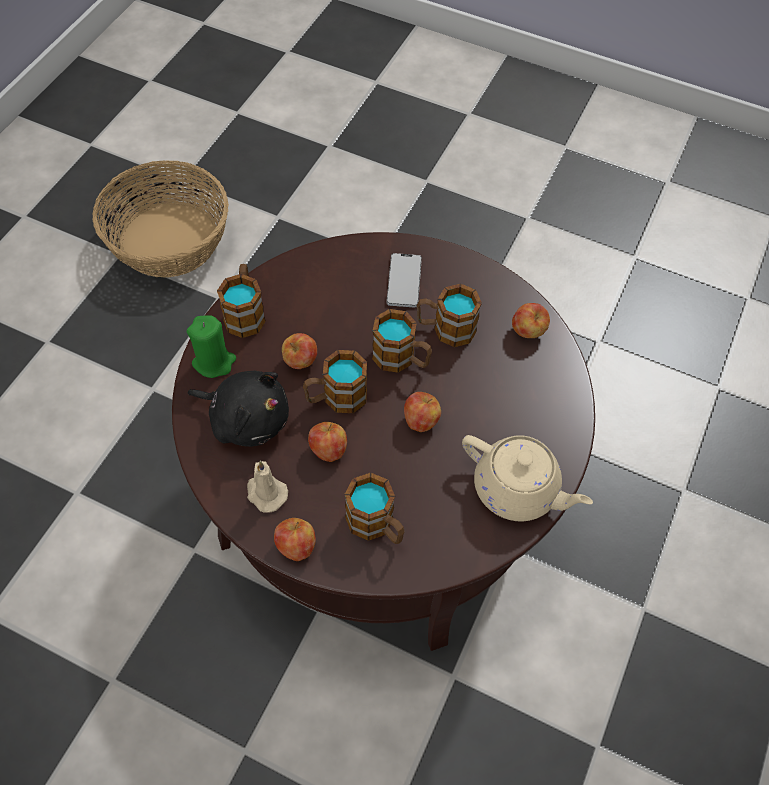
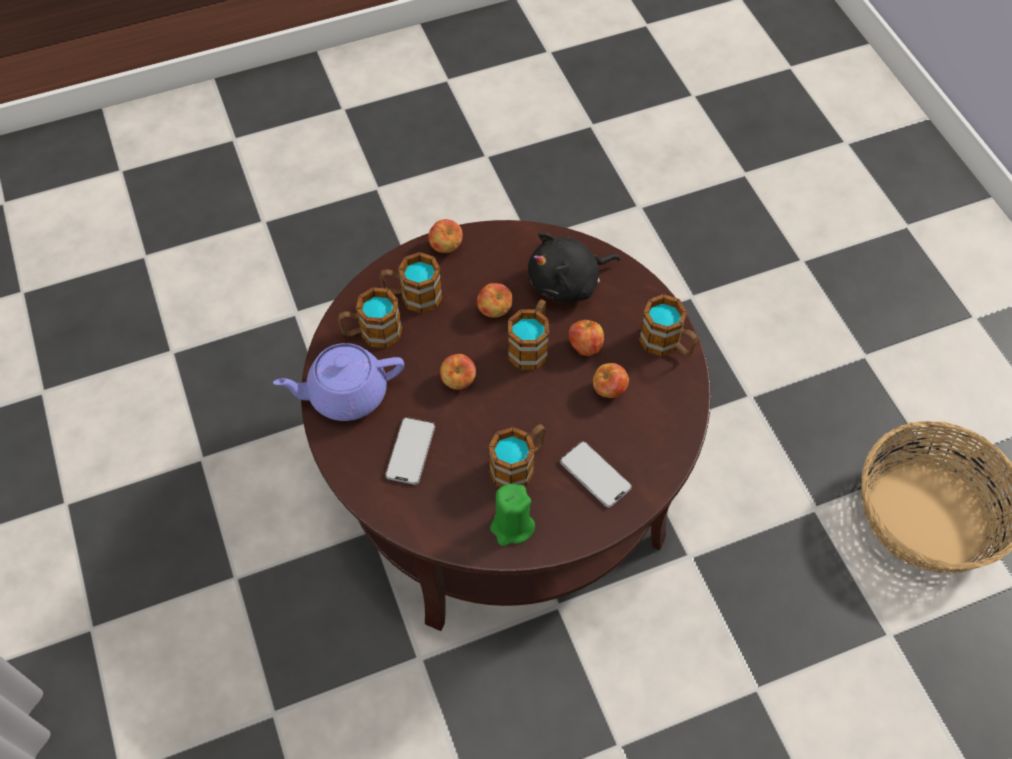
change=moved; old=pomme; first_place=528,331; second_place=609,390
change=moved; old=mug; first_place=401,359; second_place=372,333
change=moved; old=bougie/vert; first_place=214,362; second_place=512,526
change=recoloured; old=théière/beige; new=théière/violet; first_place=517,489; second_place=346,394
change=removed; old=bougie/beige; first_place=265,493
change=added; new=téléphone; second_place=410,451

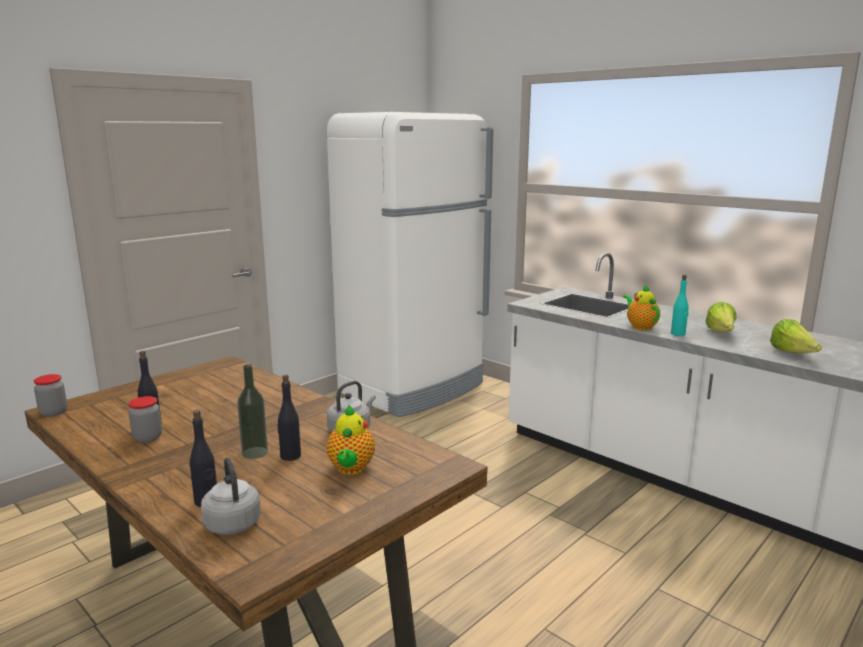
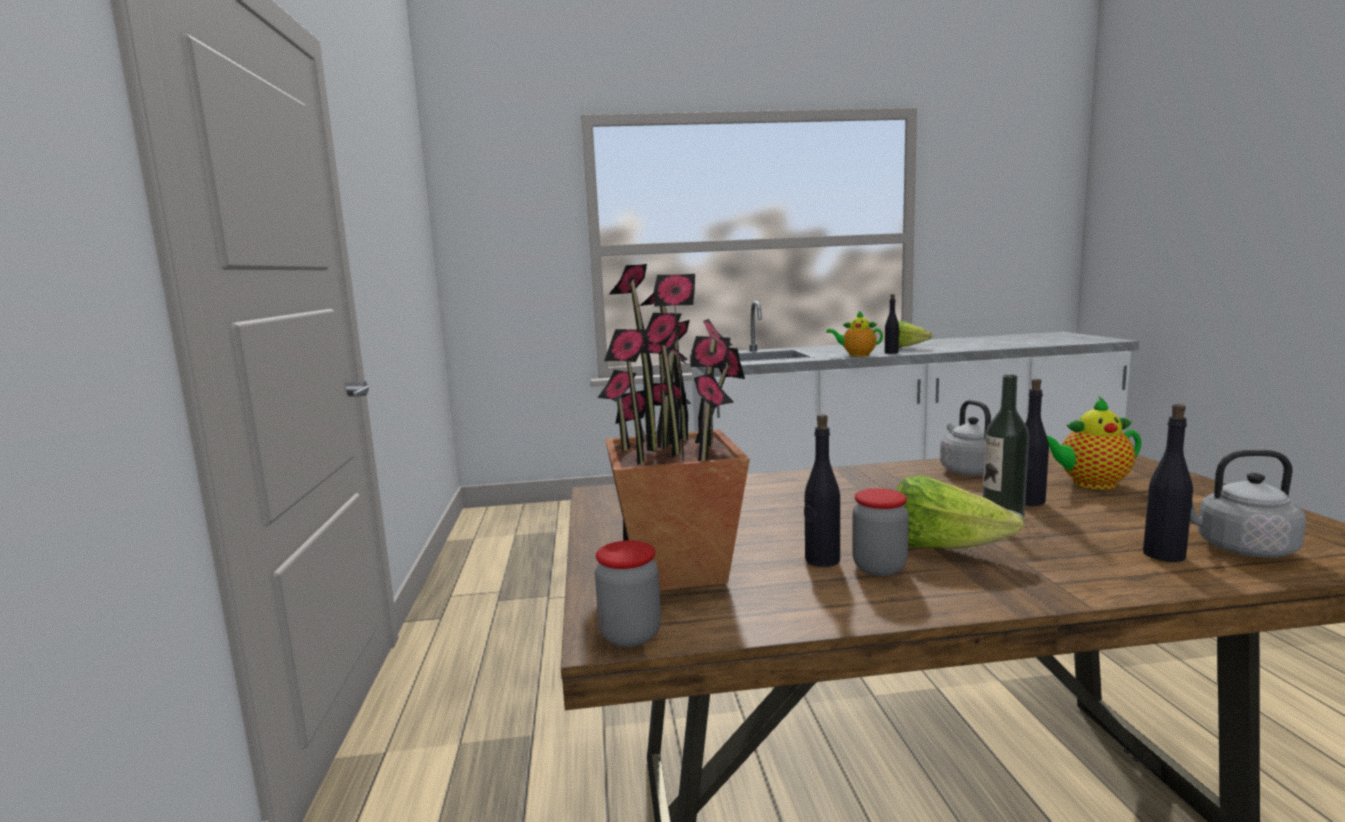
change=removed; old=réfrigérateur/blanc; first_place=413,388
change=recoloured; old=bouteille/turquoise; new=bouteille/noir; first_place=678,334; second_place=891,353
change=moved; old=laitue; first_place=792,354; second_place=943,548
change=turned; old=théière; first_place=351,469; second_place=1089,484; degrees=135
change=added; new=plante en pot; second_place=679,569

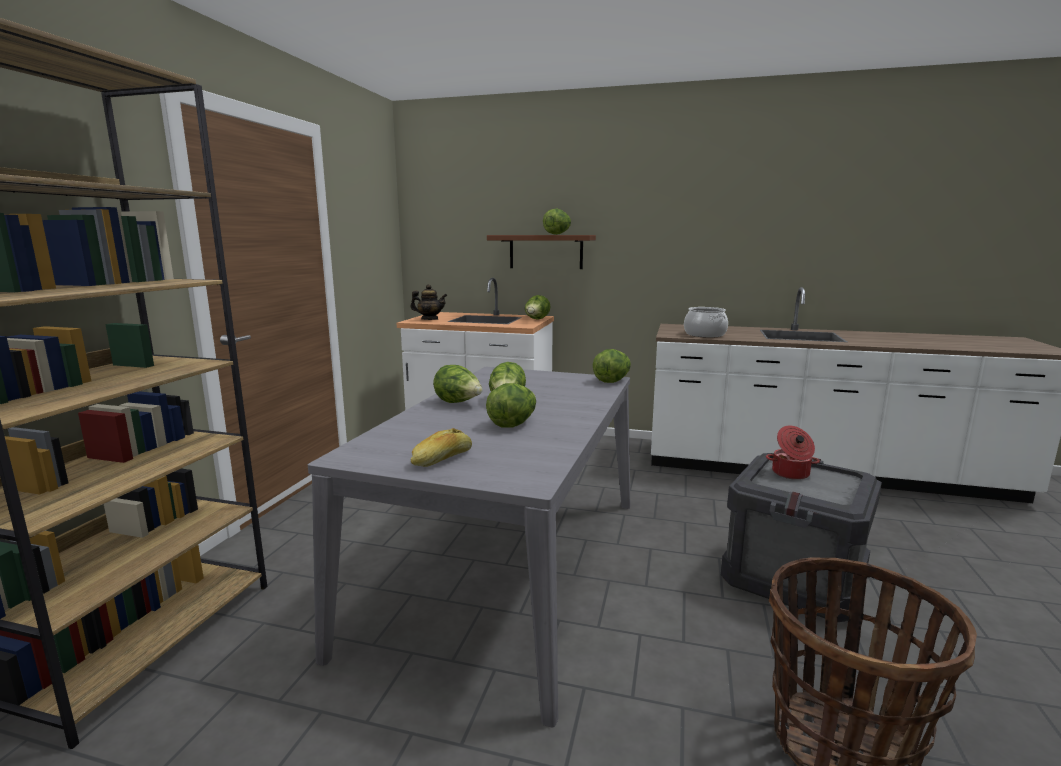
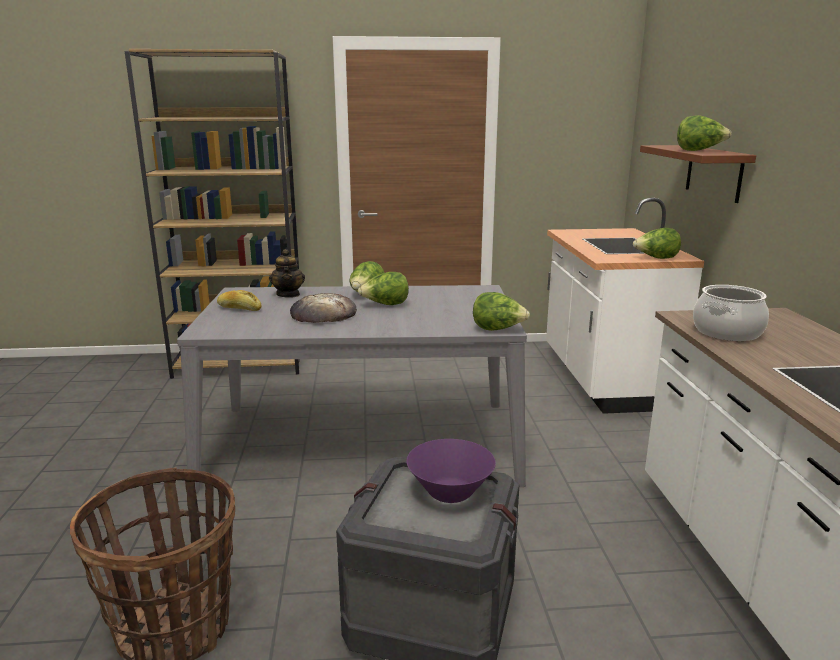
change=moved; old=théière; first_place=429,319; second_place=288,294
change=replaced; old=laitue; new=pain; first_place=513,423; second_place=323,314
change=replaced; old=marmite; new=bol/violet; first_place=790,474; second_place=450,492

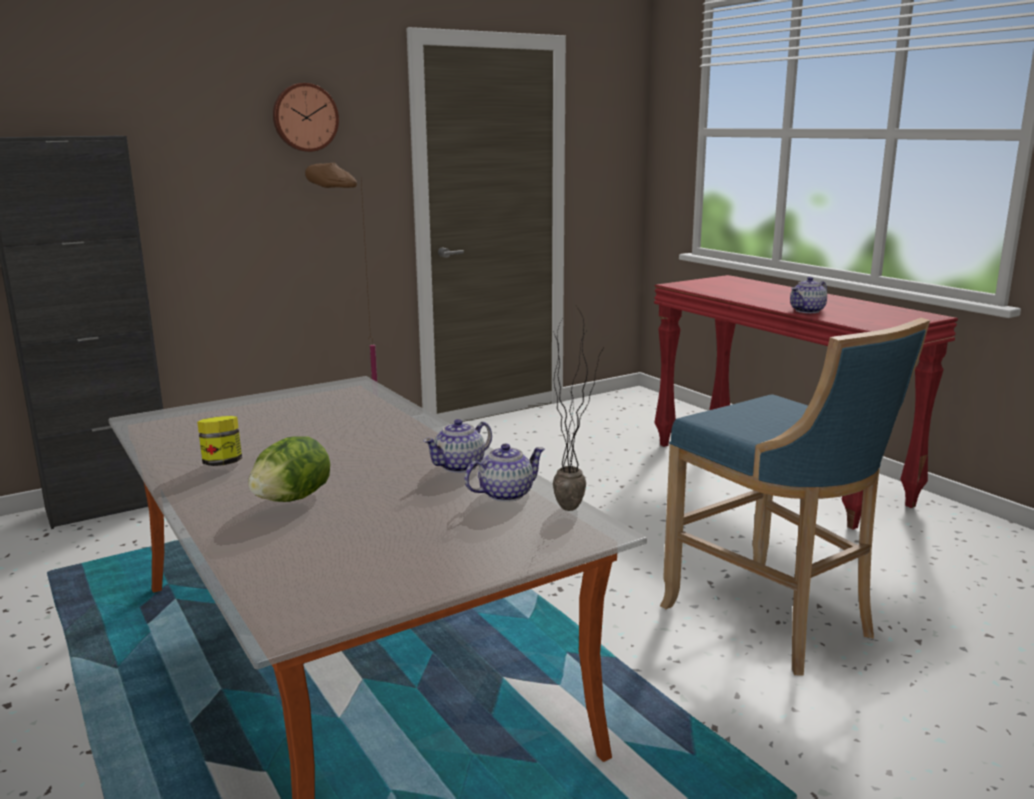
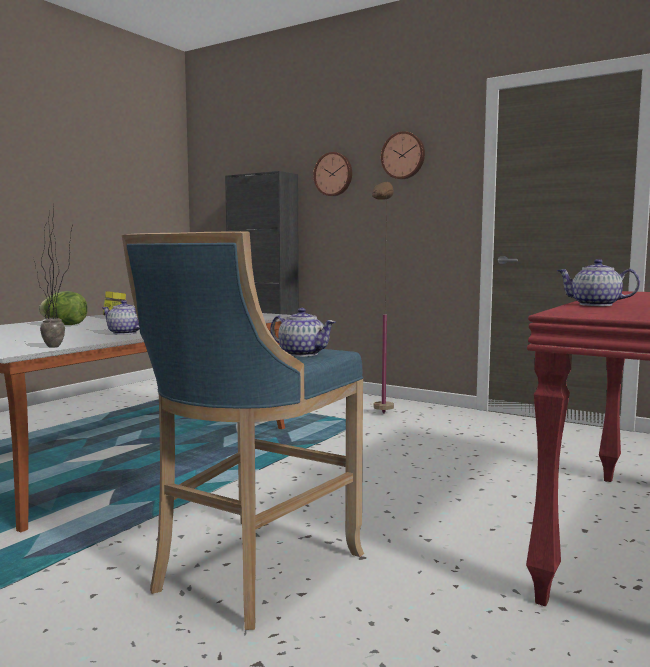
change=moved; old=théière; first_place=505,494; second_place=302,354
change=added; new=horloge murale; second_place=334,174

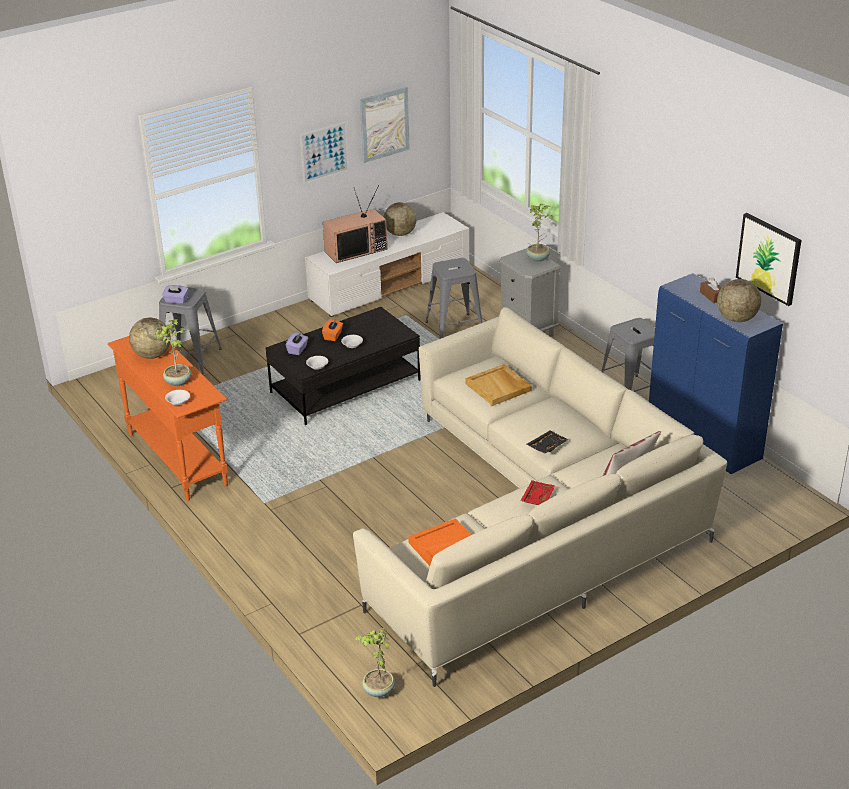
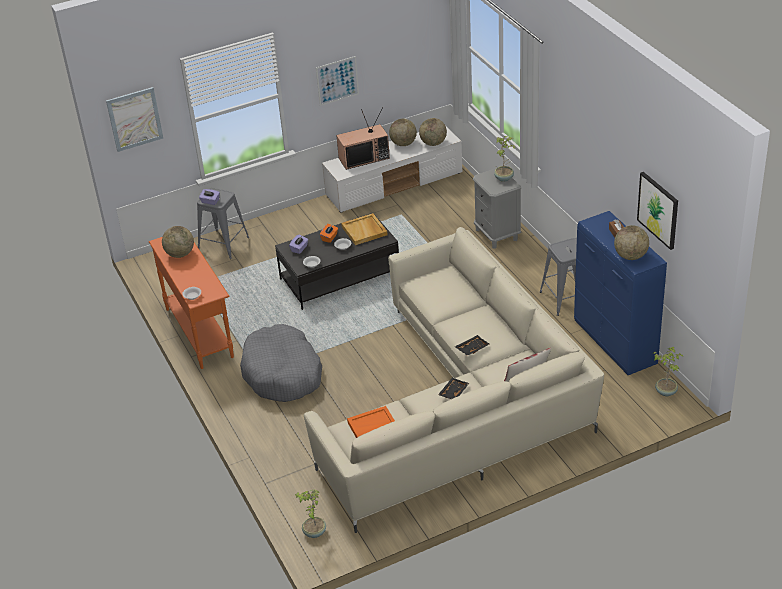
change=moved; old=tableau; first_place=384,124; second_place=134,119
change=removed; old=tabouret/gris; first_place=454,329
change=moved; old=plante en pot; first_place=178,381; second_place=666,391
change=moved; old=plateau/beige; first_place=499,387; second_place=364,231
change=recoloured; old=plateau/rouge; new=plateau/noir; first_place=537,498; second_place=453,392
change=added; new=globe; second_place=433,143
change=added; new=panier pour chien/gris; second_place=283,373

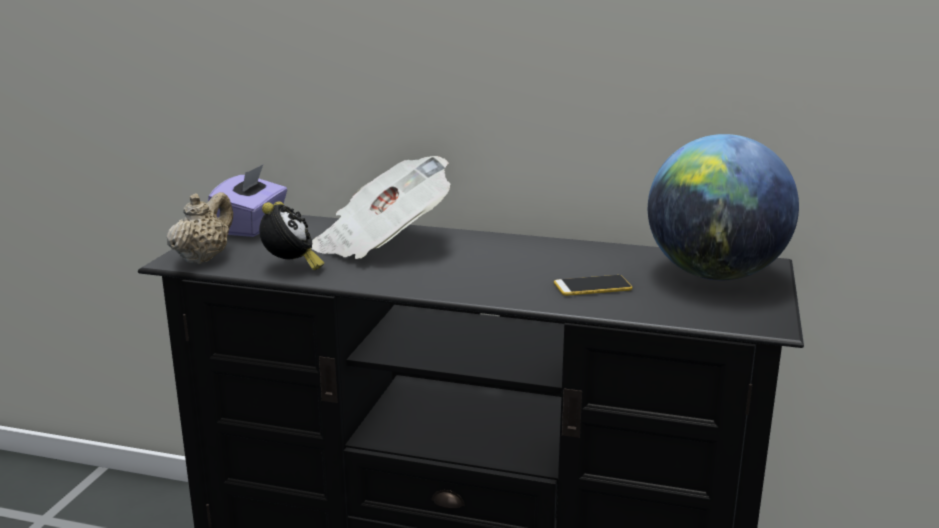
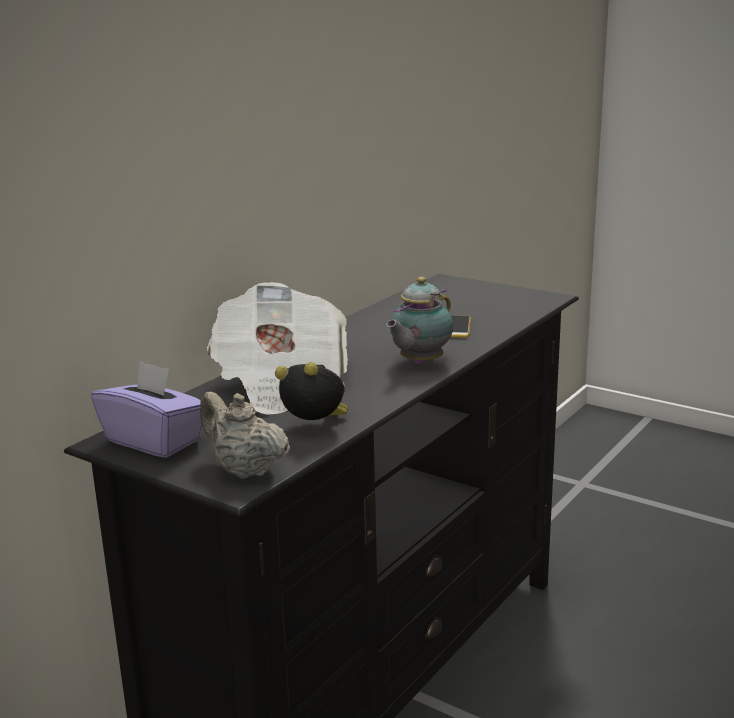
change=removed; old=globe; first_place=714,275
change=added; new=théière; second_place=419,363

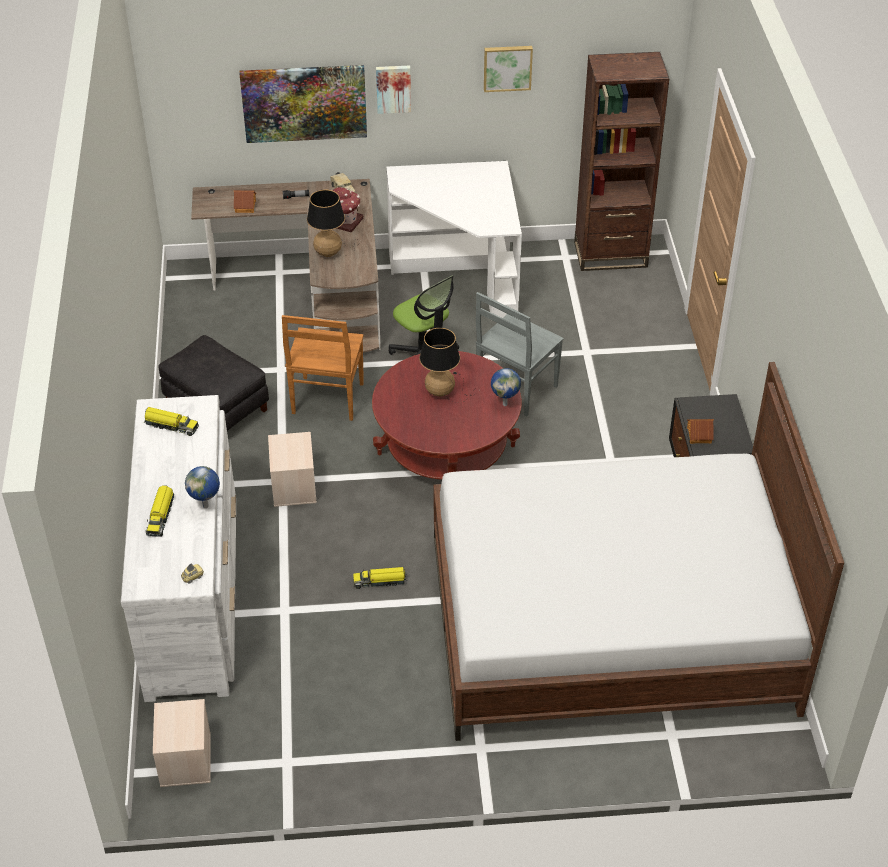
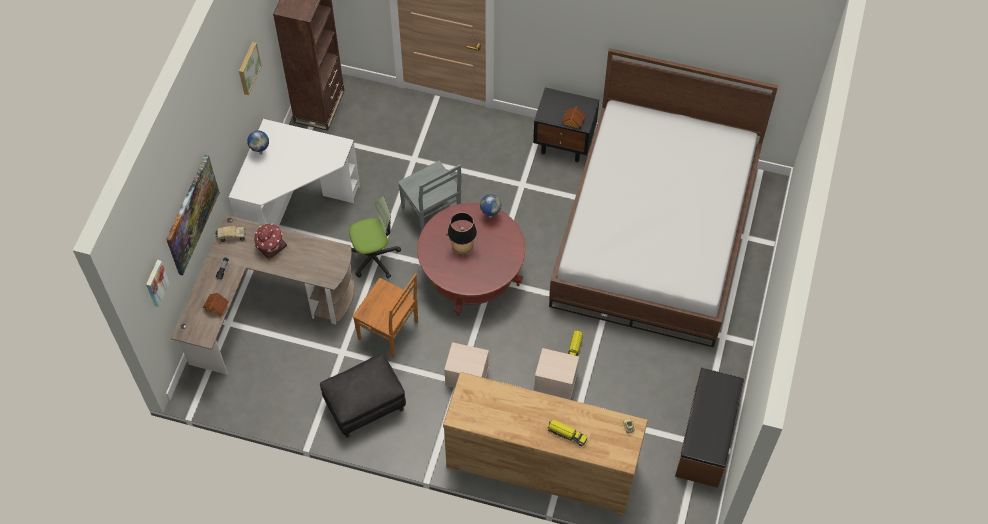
change=moved; old=tableau; first_place=393,88; second_place=156,283
change=removed; old=lampe de table; first_place=332,251
change=recoloured; old=commode/blanc; new=commode/marron; first_place=192,593; second_place=541,464
change=removed; old=camion jouet; first_place=171,426
change=moved; old=globe; first_place=206,506; second_place=261,152
change=moved; old=boîte de rangement/beige; first_place=184,758; second_place=554,382
change=added; new=banc/marron; second_place=706,438

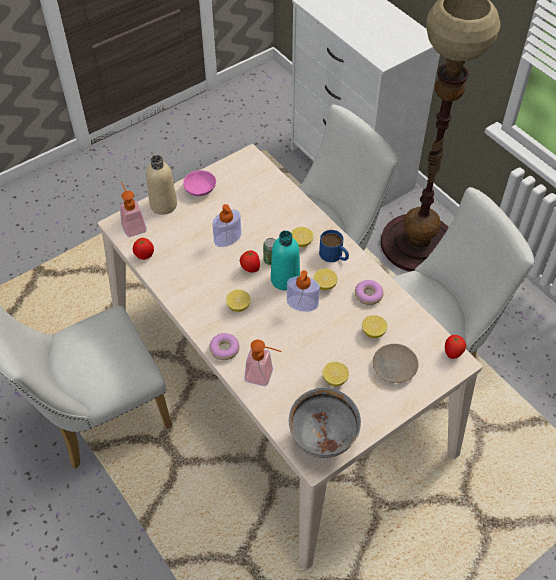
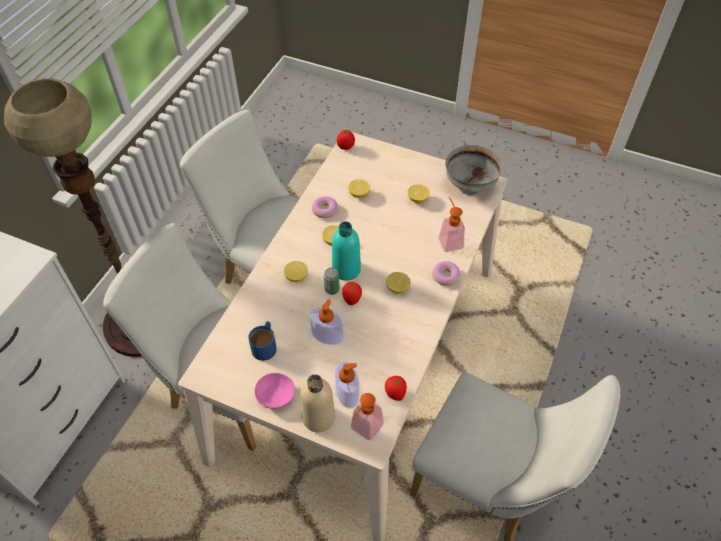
change=moved; old=mug/bleu; first_place=334,256; second_place=265,345
change=moved; old=distributeur de savon; first_place=302,303; second_place=347,393
change=removed; old=assiette/beige; first_place=394,367

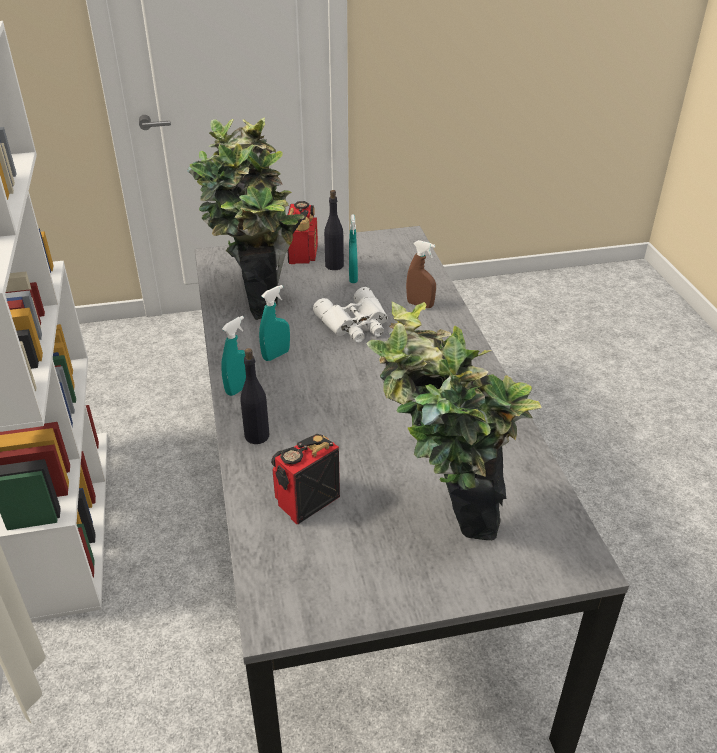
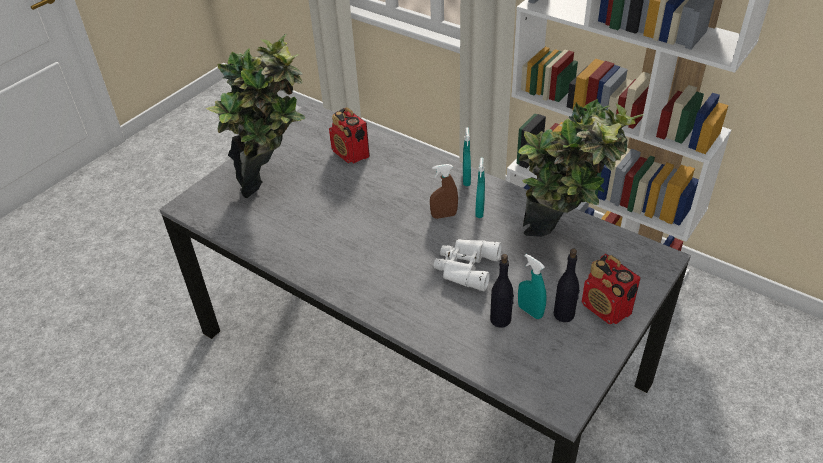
change=moved; old=vaporisateur/marron; first_place=420,304; second_place=444,215
change=moved; old=bouteille/noir; first_place=256,436; second_place=501,319
change=turned; old=radio; first_place=306,501; second_place=351,154; degrees=135

